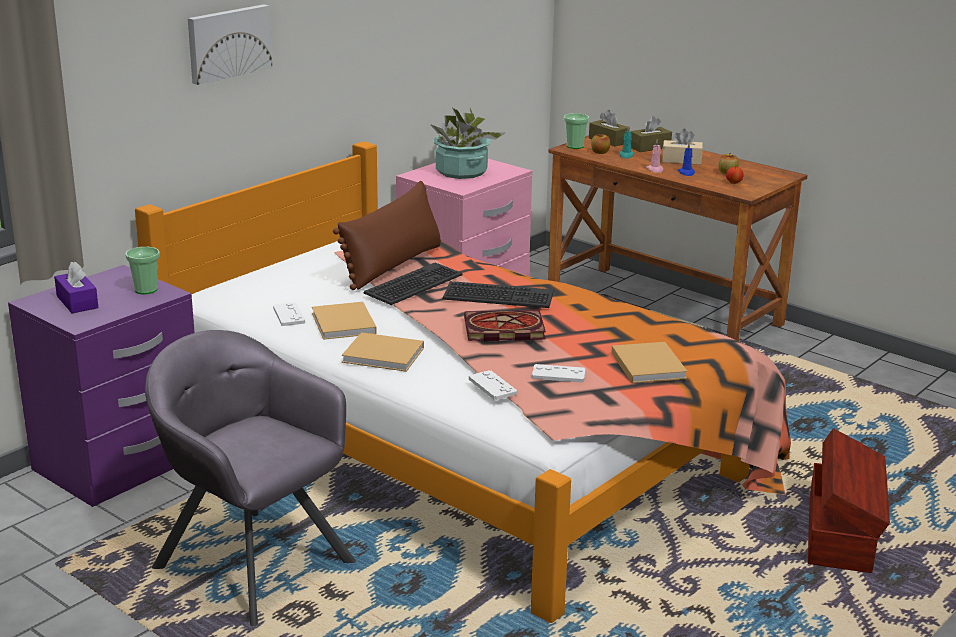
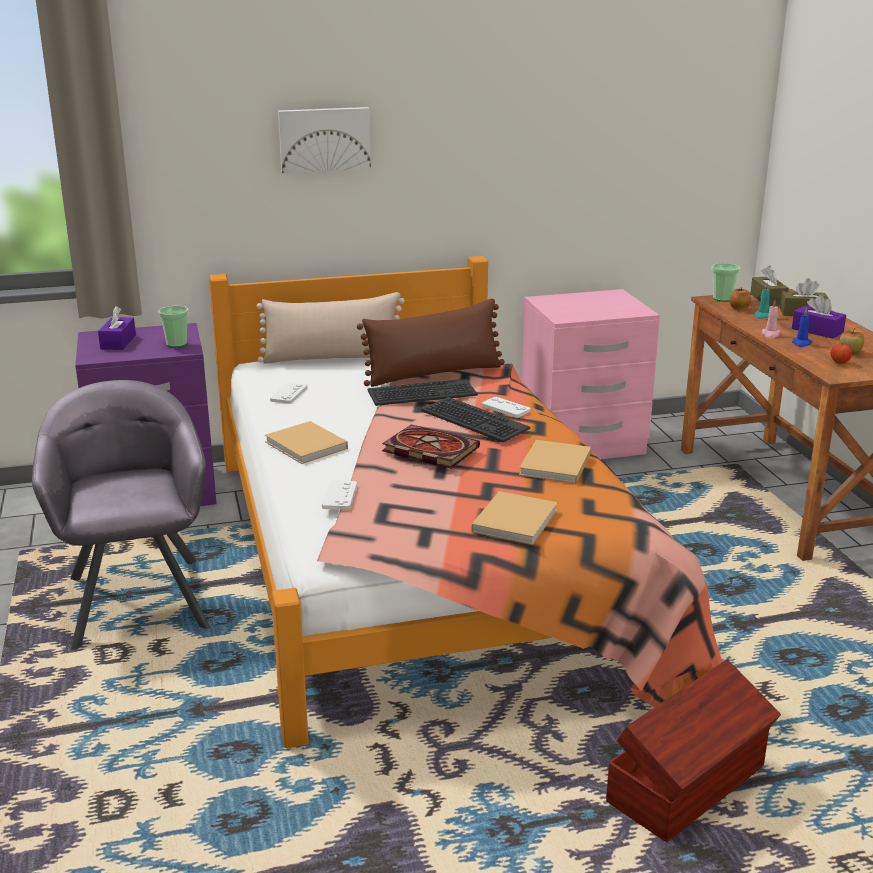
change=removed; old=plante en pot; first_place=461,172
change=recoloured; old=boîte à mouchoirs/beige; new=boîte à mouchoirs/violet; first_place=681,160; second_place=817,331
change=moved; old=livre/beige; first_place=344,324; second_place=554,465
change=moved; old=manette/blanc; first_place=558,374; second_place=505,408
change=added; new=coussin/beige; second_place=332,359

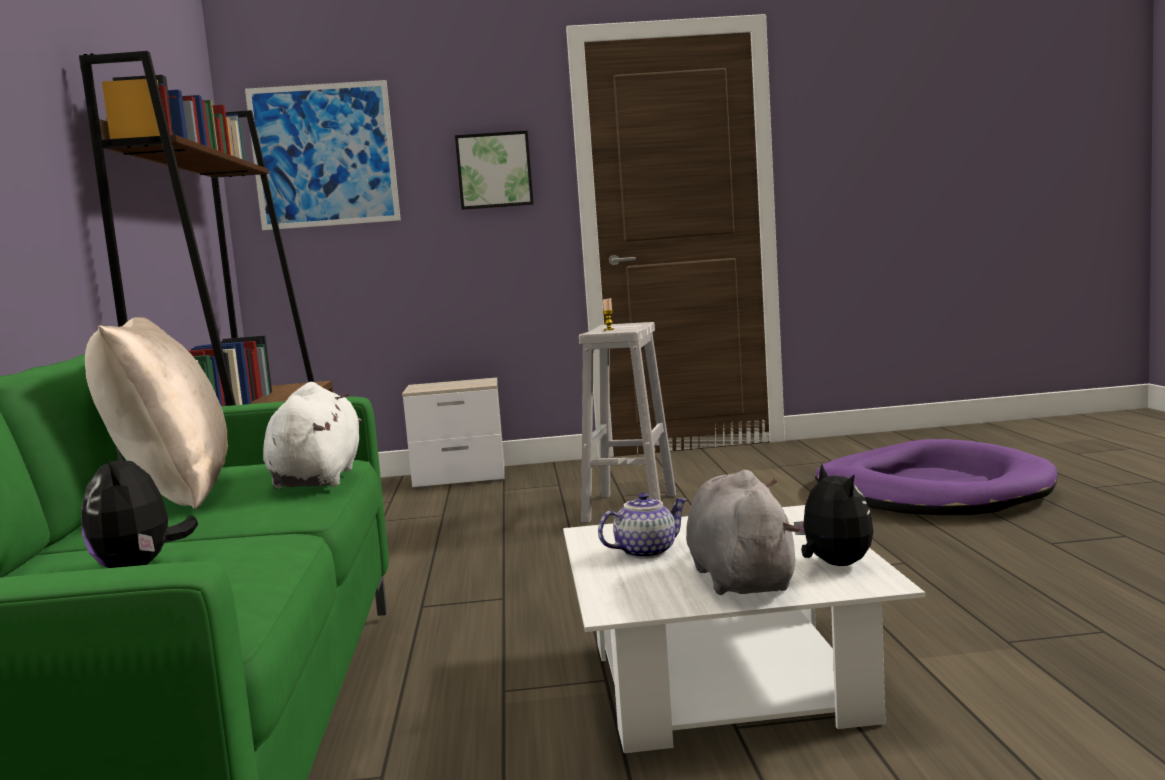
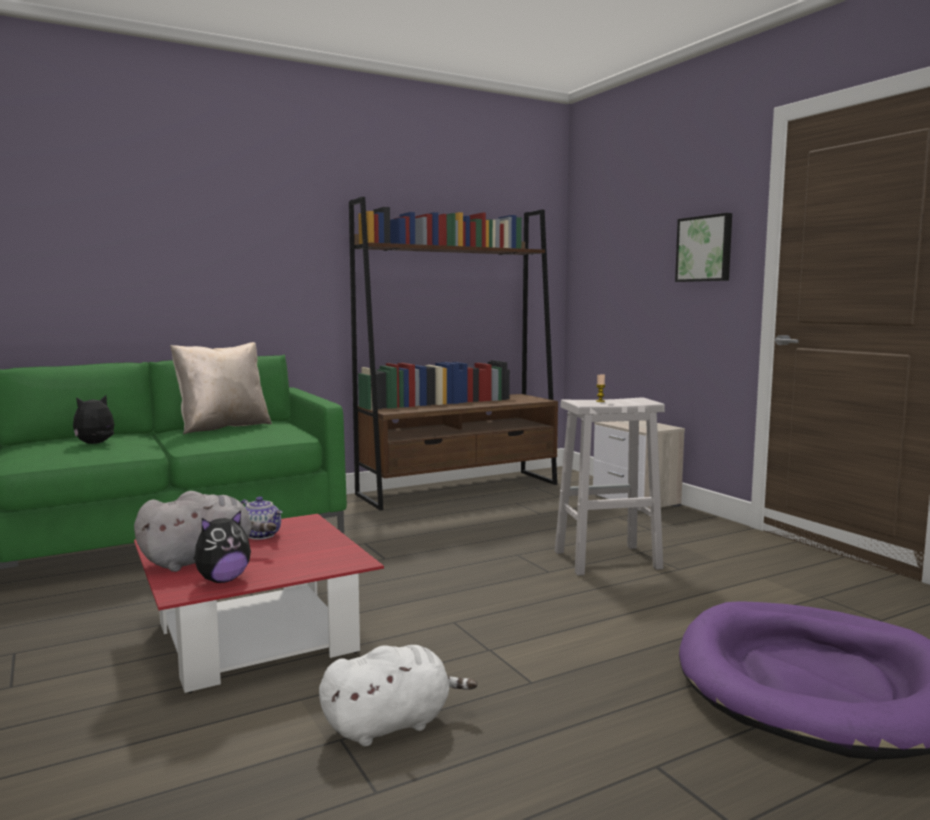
change=removed; old=tableau; first_place=324,155
change=moved; old=peluche/blanc; first_place=318,479; second_place=392,724
change=recoloured; old=table basse/blanc; new=table basse/rouge; first_place=725,681; second_place=256,637

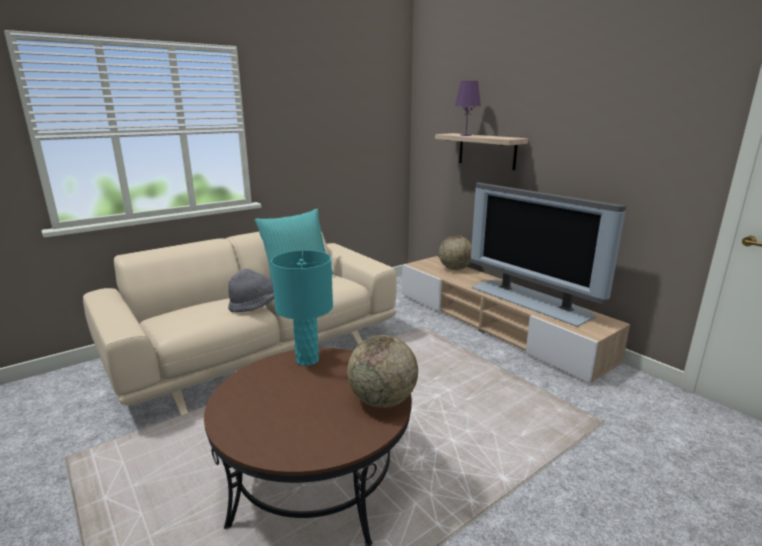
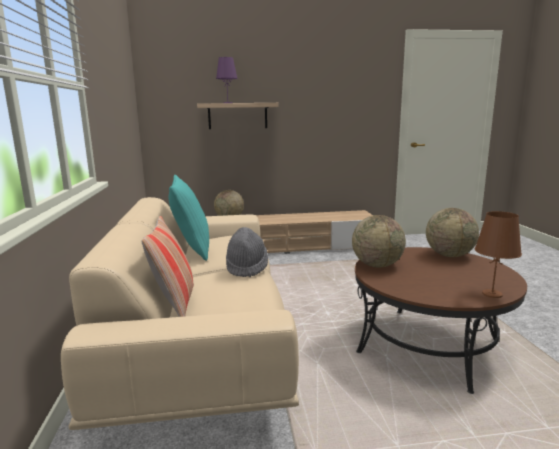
change=removed; old=téléviseur; first_place=531,300
change=replaced; old=lampe de table/turquoise; new=globe; first_place=308,360; second_place=377,265
change=added; new=lampe de table/marron; second_place=492,294
change=added; new=coussin; second_place=175,303

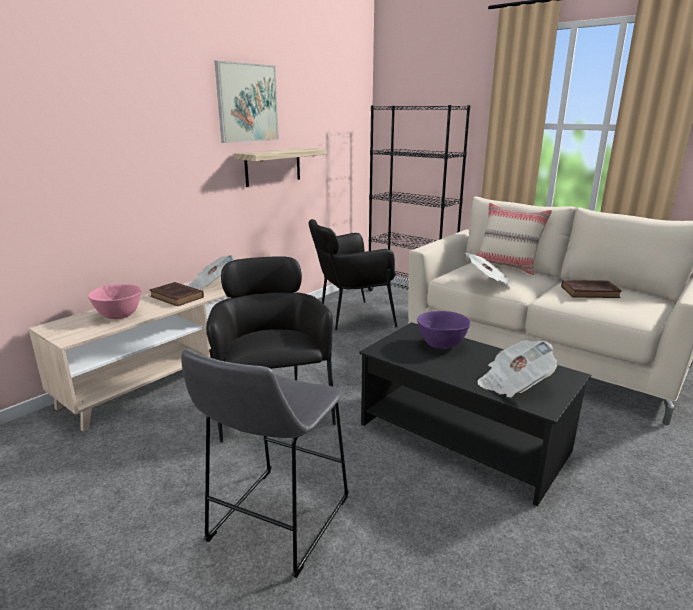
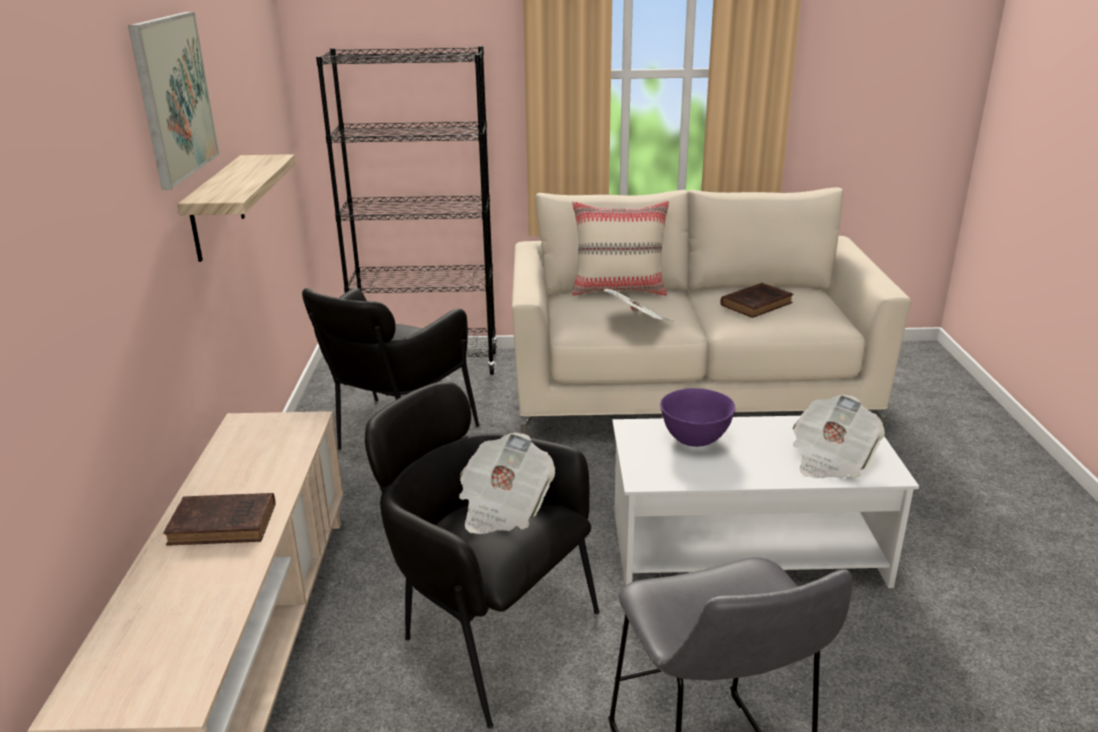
change=moved; old=journal; first_place=211,285; second_place=503,507
change=removed; old=bol/rose; first_place=119,315
change=recoloured; old=table basse/noir; new=table basse/blanc; first_place=463,437; second_place=747,548

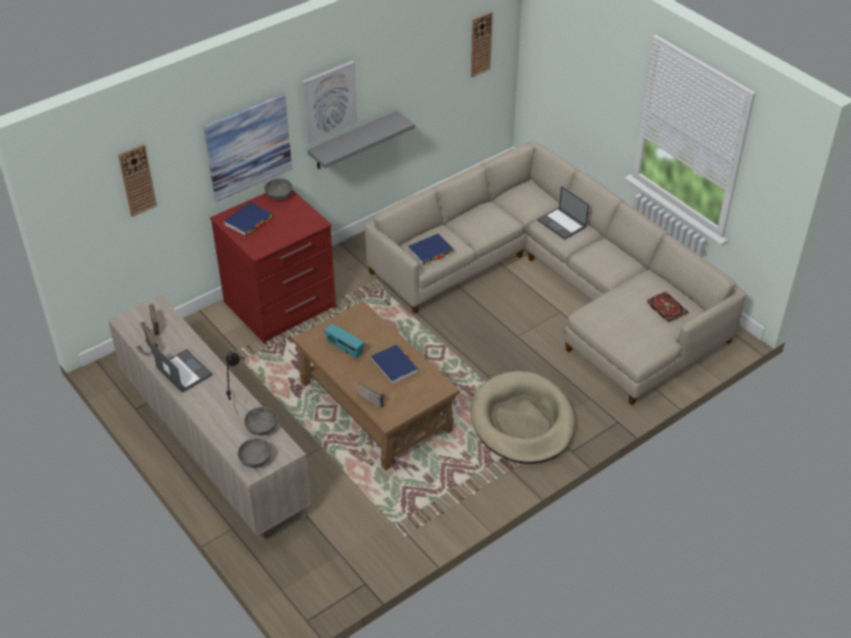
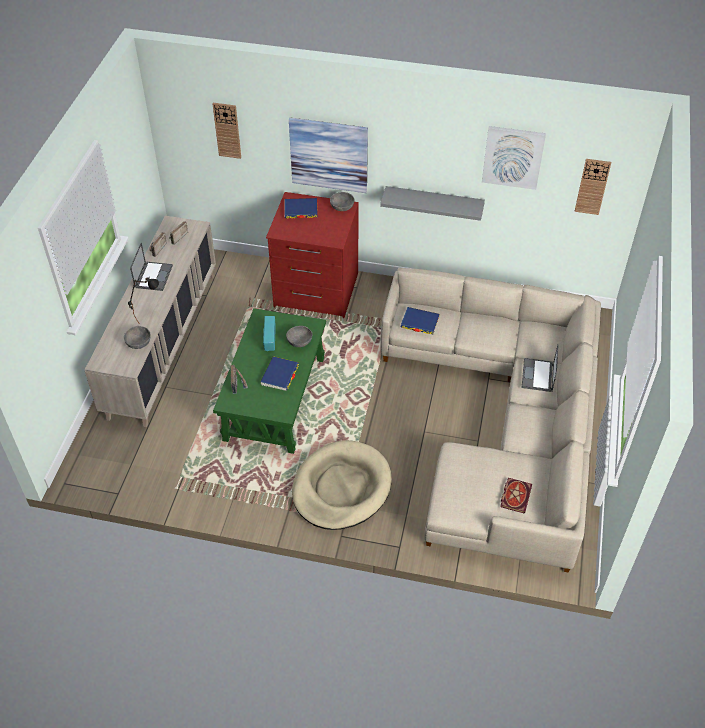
change=moved; old=tableau; first_place=329,101; second_place=513,157
change=recoloured; old=table basse/marron; new=table basse/vert; first_place=376,406; second_place=275,399
change=moved; old=bol/gris; first_place=256,459; second_place=299,342

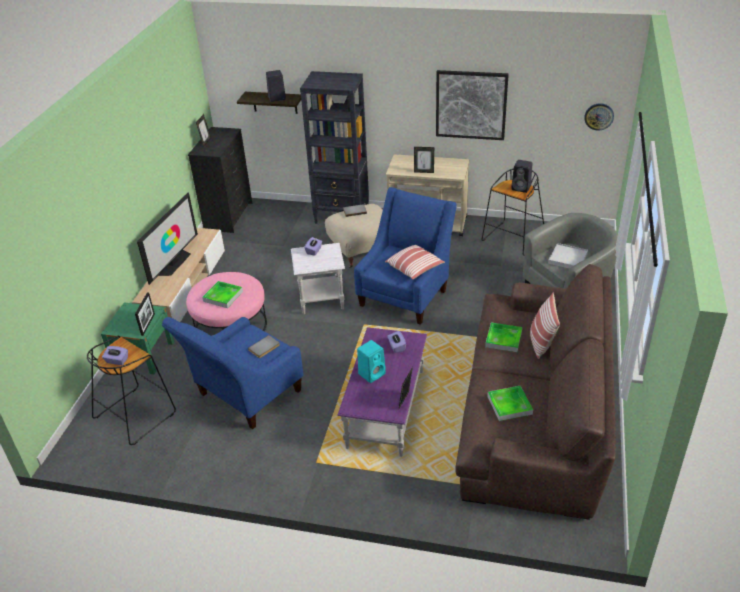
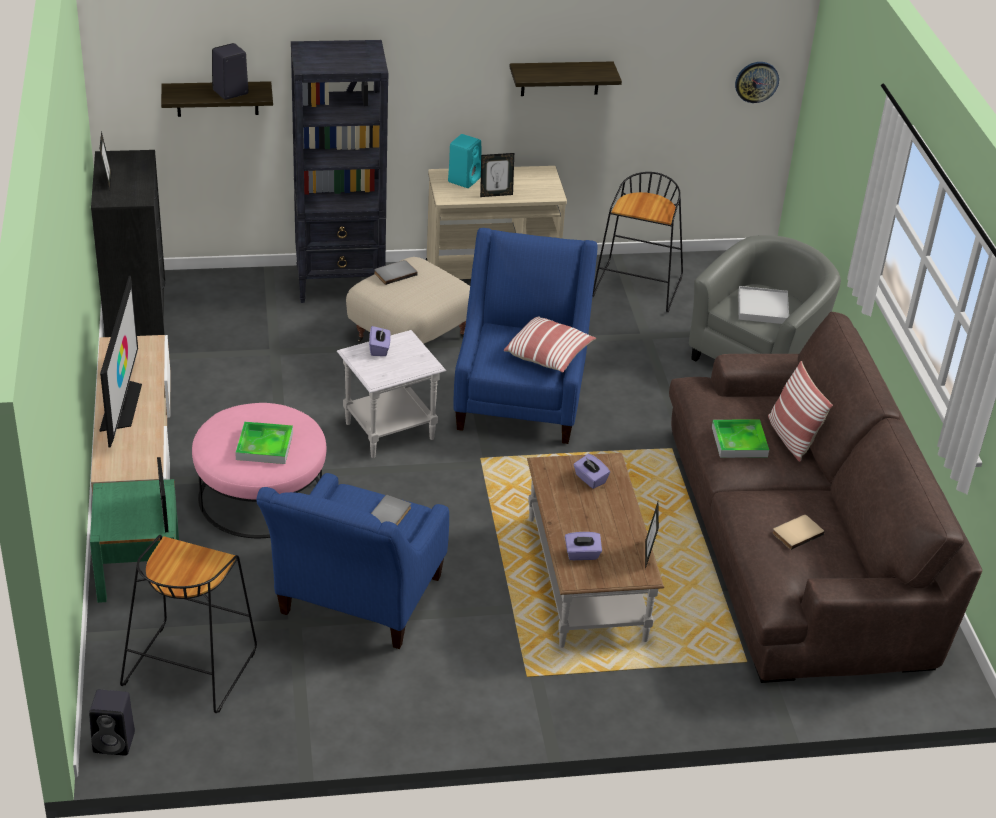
change=replaced; old=tableau; new=étagère; first_place=471,105; second_place=560,78
change=moved; old=enceinte/noir; first_place=521,188; second_place=115,742
change=recoloured; old=table basse/violet; new=table basse/marron; first_place=386,408; second_place=586,578
change=moved; old=enceinte/turquoise; first_place=372,373; second_place=464,179
change=moved; old=boîte à mouchoirs/violet; first_place=117,361; second_place=582,555
change=replaced; old=plateau; new=livre/beige; first_place=509,405; second_place=796,533

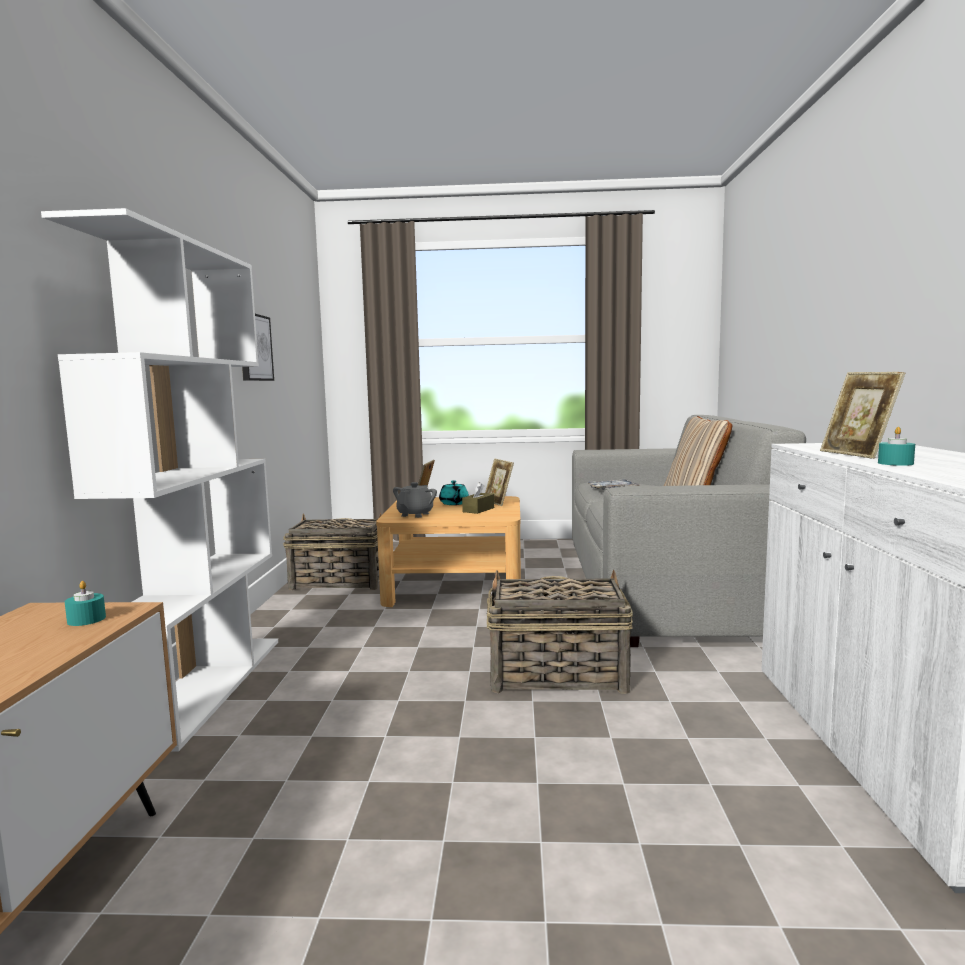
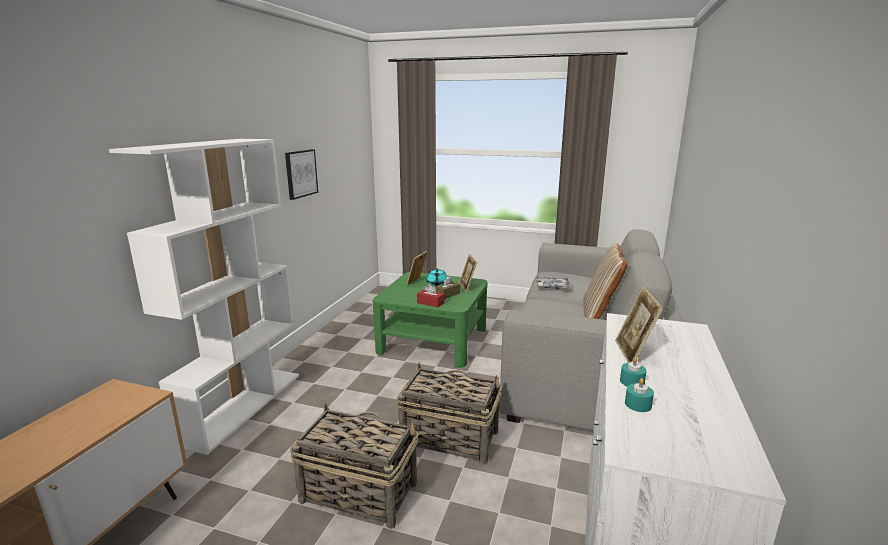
change=removed; old=théière/gris; first_place=415,514
change=recoloured; old=table basse/beige; new=table basse/vert; first_place=456,585; second_place=433,340
change=moved; old=panier; first_place=338,581; second_place=357,492
change=moved; old=bougie/turquoise; first_place=86,619; second_place=638,404
change=added; new=boîte à mouchoirs/rouge; second_place=430,303

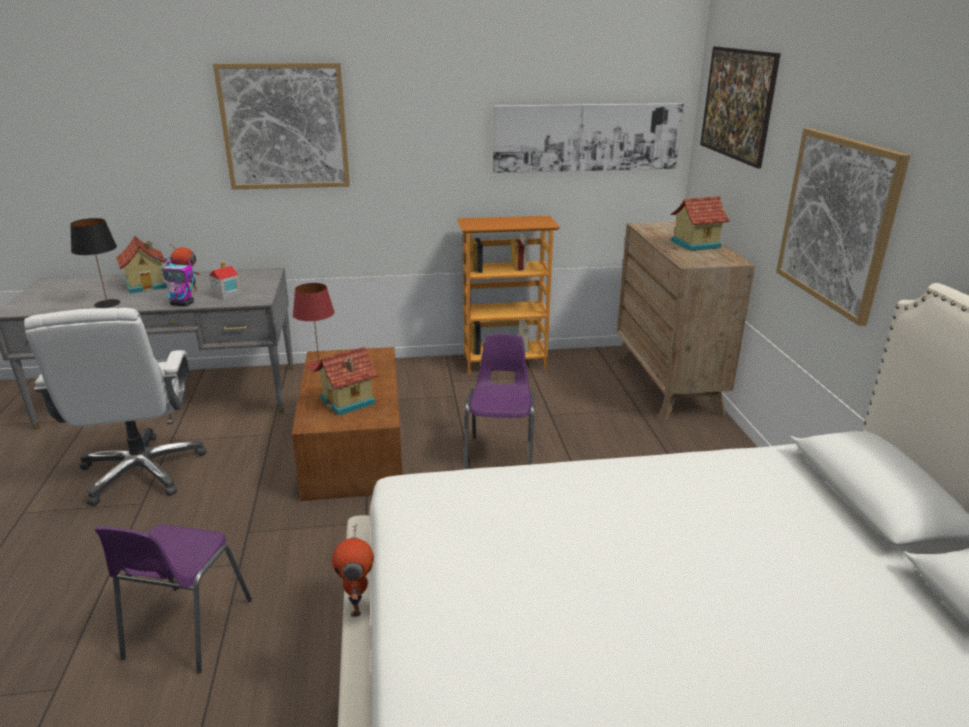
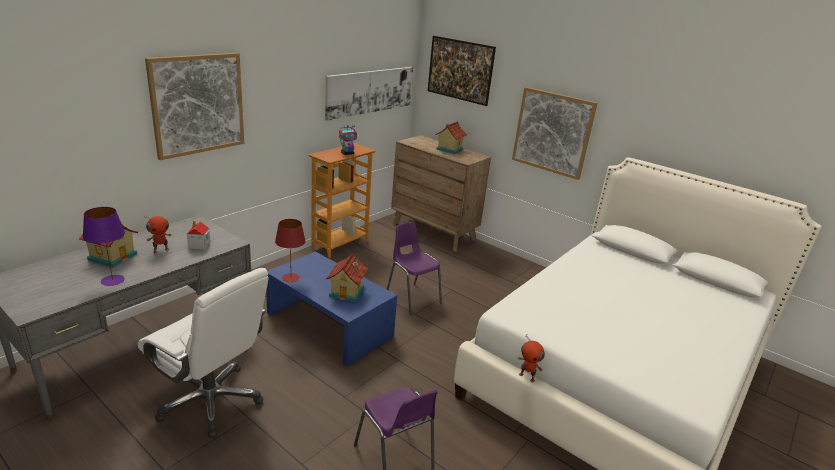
change=recoloured; old=lampe de table/noir; new=lampe de table/violet; first_place=107,304; second_place=113,280
change=moved; old=robot jouet; first_place=183,304; second_place=347,153
change=recoloured; old=table basse/marron; new=table basse/bleu; first_place=353,447; second_place=328,325

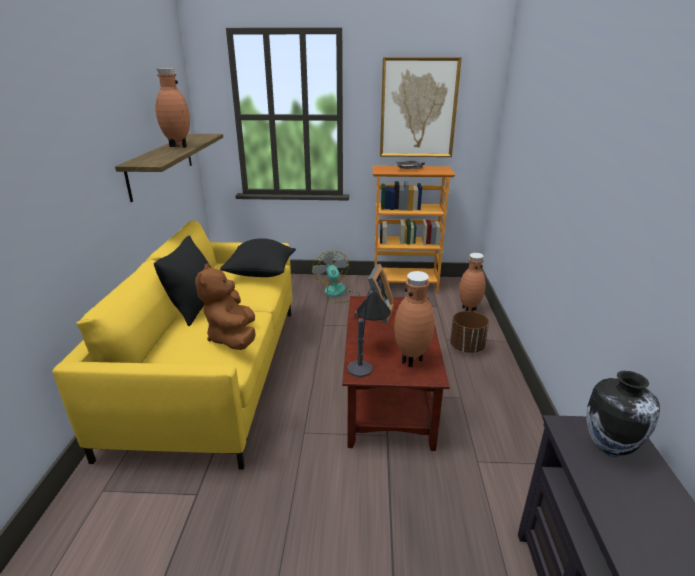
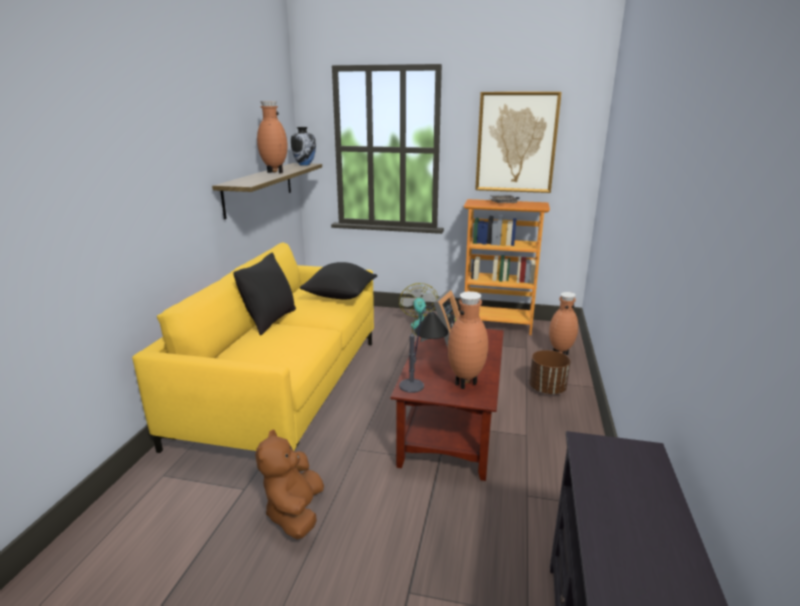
change=moved; old=peluche/marron; first_place=233,338; second_place=295,513
change=moved; old=vase; first_place=609,447; second_place=305,164

